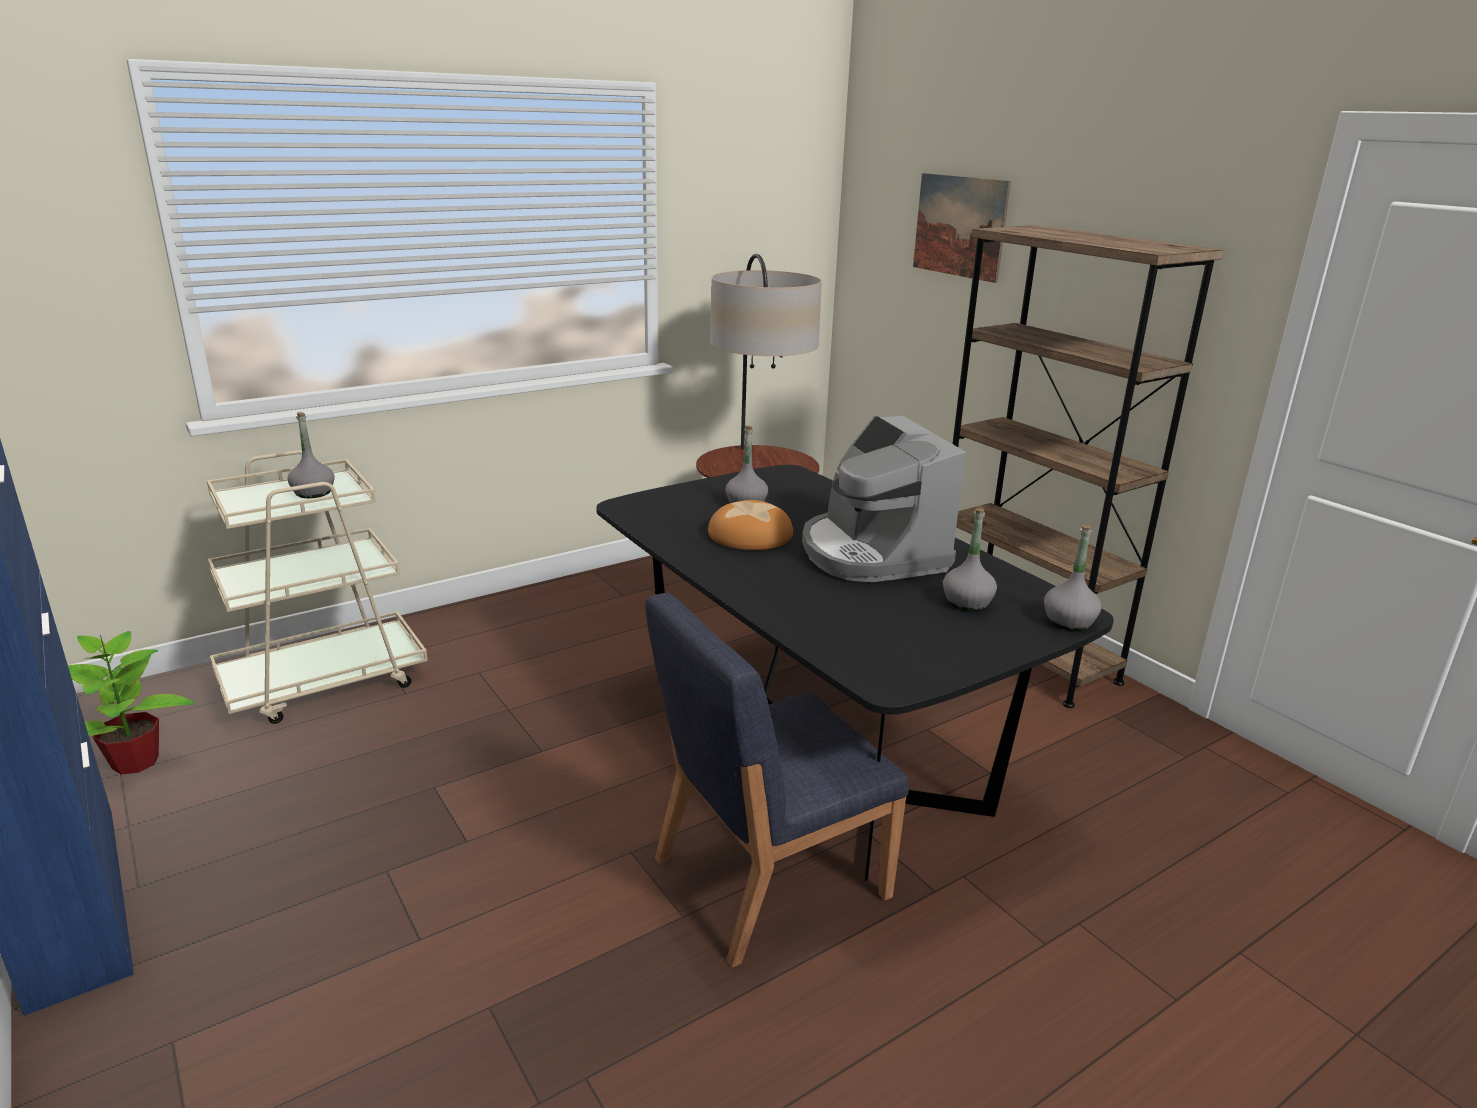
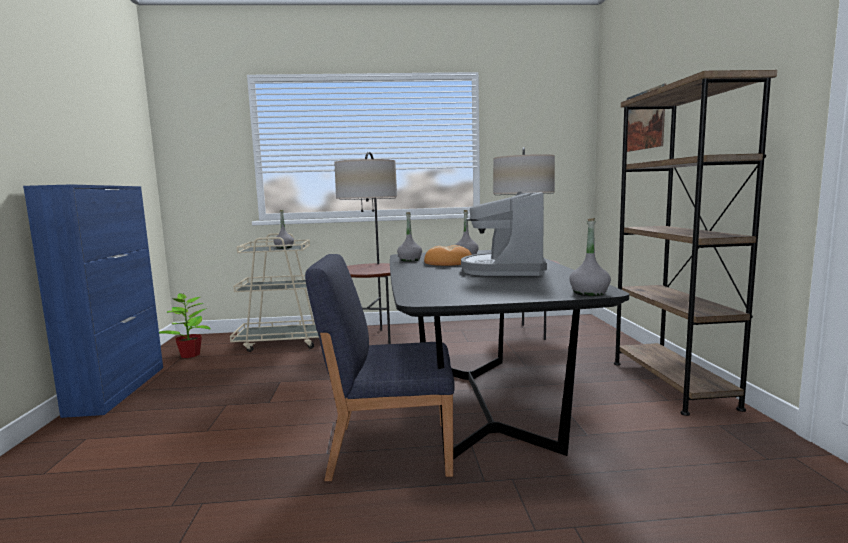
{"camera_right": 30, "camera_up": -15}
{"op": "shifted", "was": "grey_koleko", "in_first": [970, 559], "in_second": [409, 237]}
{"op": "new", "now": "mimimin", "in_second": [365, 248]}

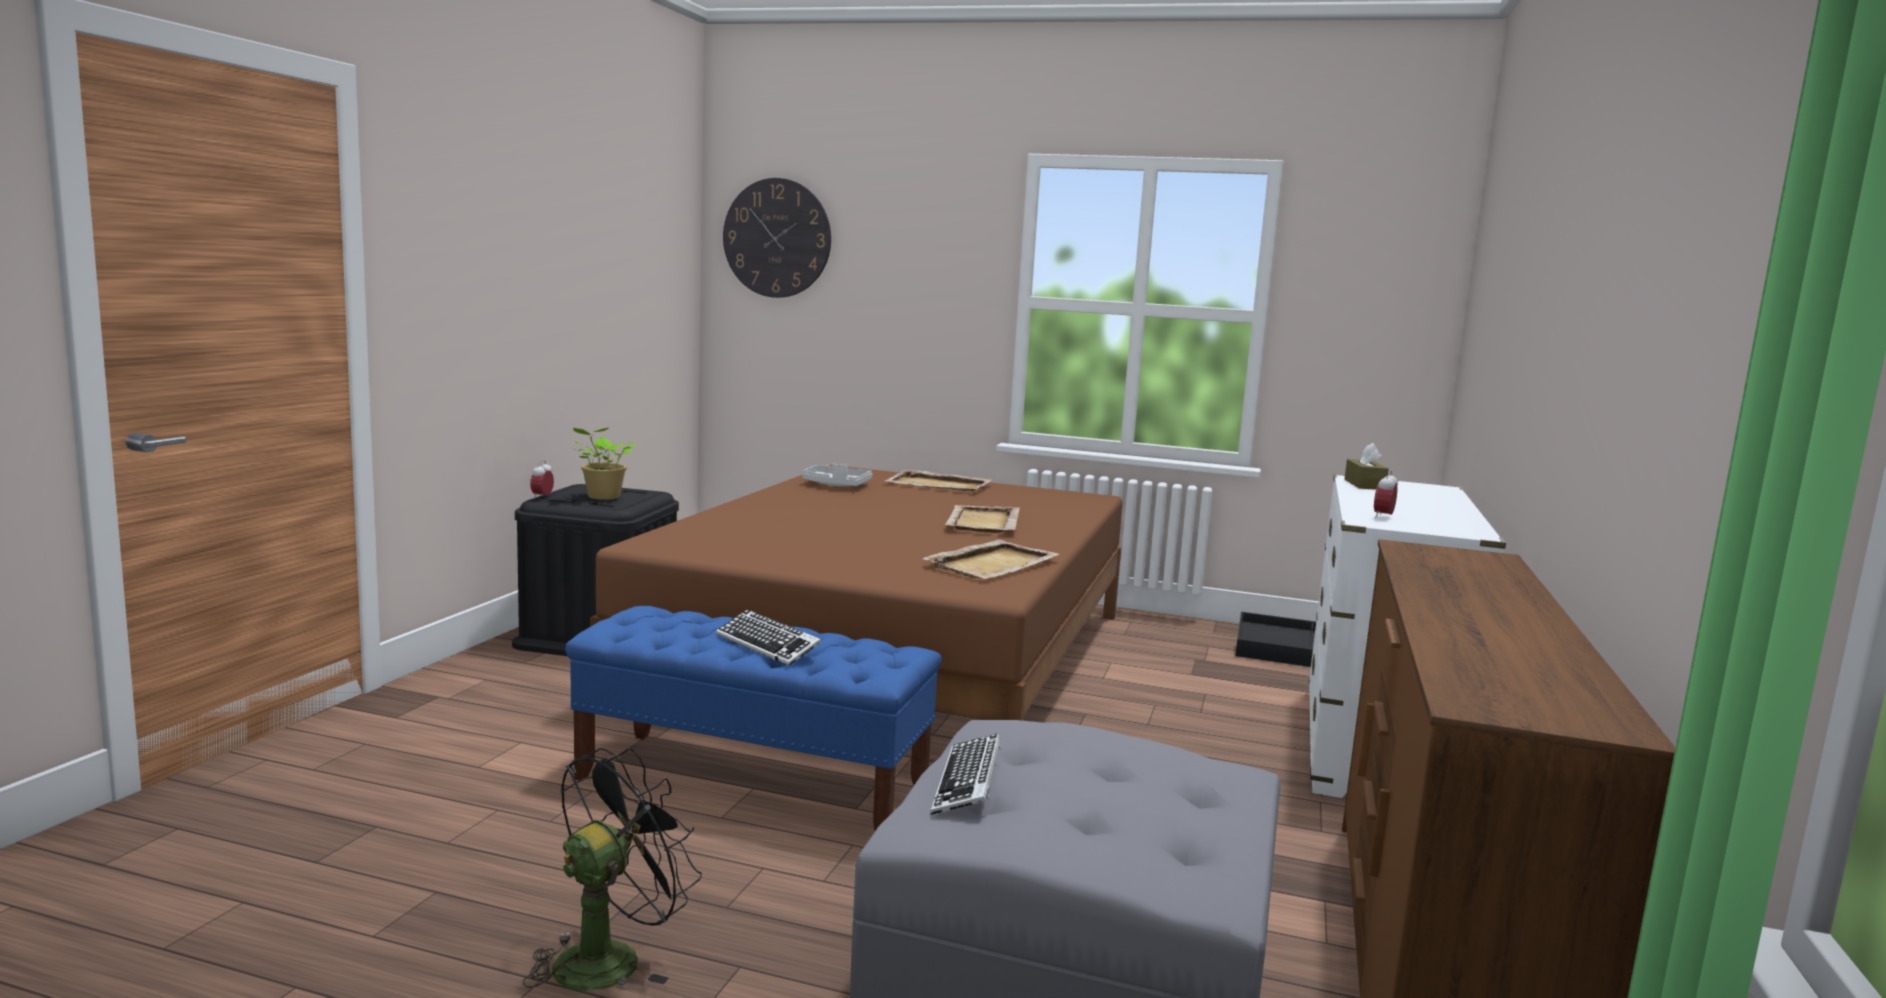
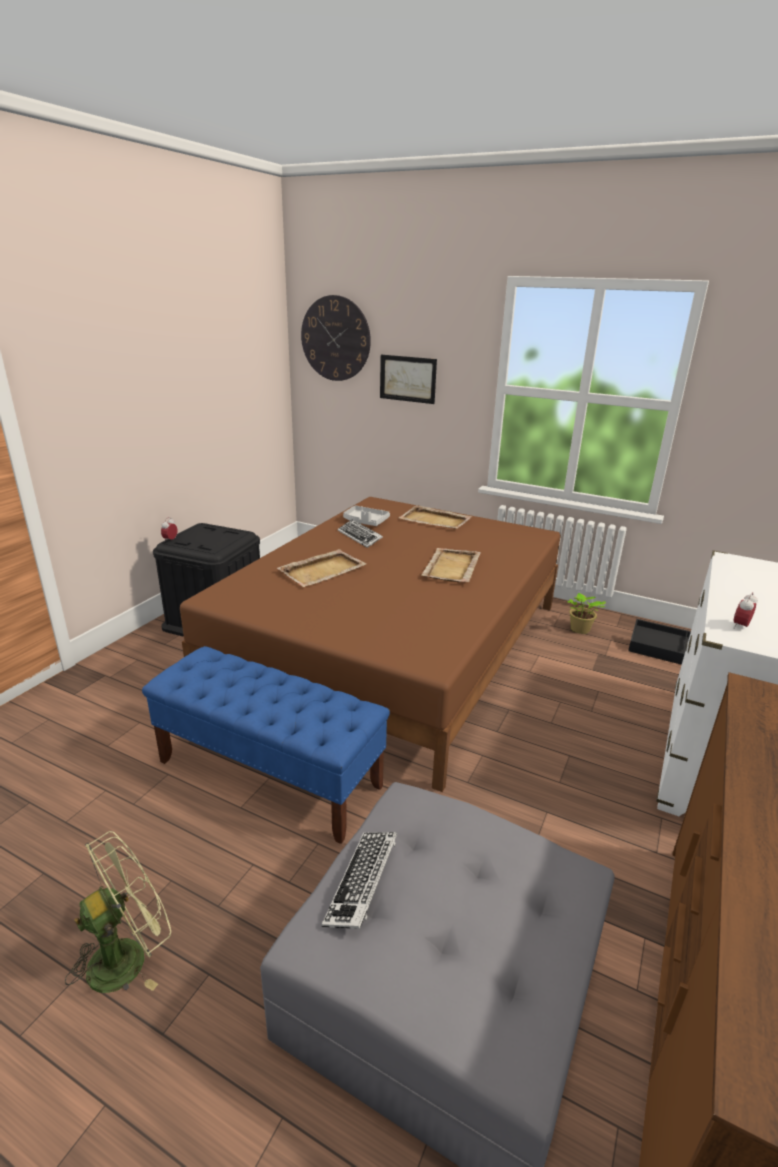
{"camera_right": 10, "camera_up": 15}
{"op": "repainted", "was": "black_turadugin", "now": "green_turadugin", "in_first": [612, 869], "in_second": [118, 912]}
{"op": "shifted", "was": "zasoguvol", "in_first": [603, 464], "in_second": [586, 613]}
{"op": "shifted", "was": "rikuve", "in_first": [769, 638], "in_second": [360, 533]}
{"op": "shifted", "was": "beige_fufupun", "in_first": [991, 559], "in_second": [321, 568]}
{"op": "gone", "was": "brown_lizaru", "in_first": [1367, 466]}
{"op": "new", "now": "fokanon", "in_second": [408, 379]}

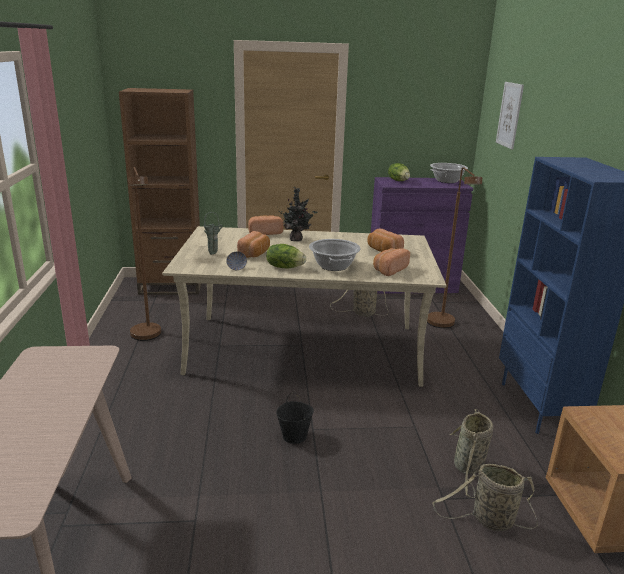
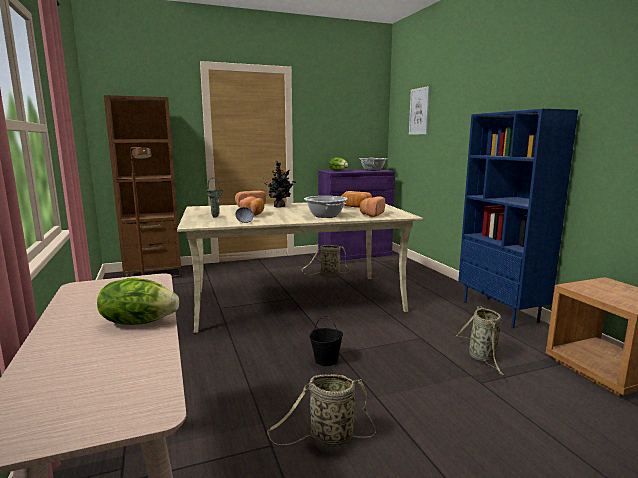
{"camera_right": -15, "camera_up": -10}
{"op": "shifted", "was": "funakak", "in_first": [286, 256], "in_second": [138, 301]}
{"op": "gone", "was": "brown_mimimin", "in_first": [454, 247]}
{"op": "shifted", "was": "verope", "in_first": [485, 497], "in_second": [321, 410]}

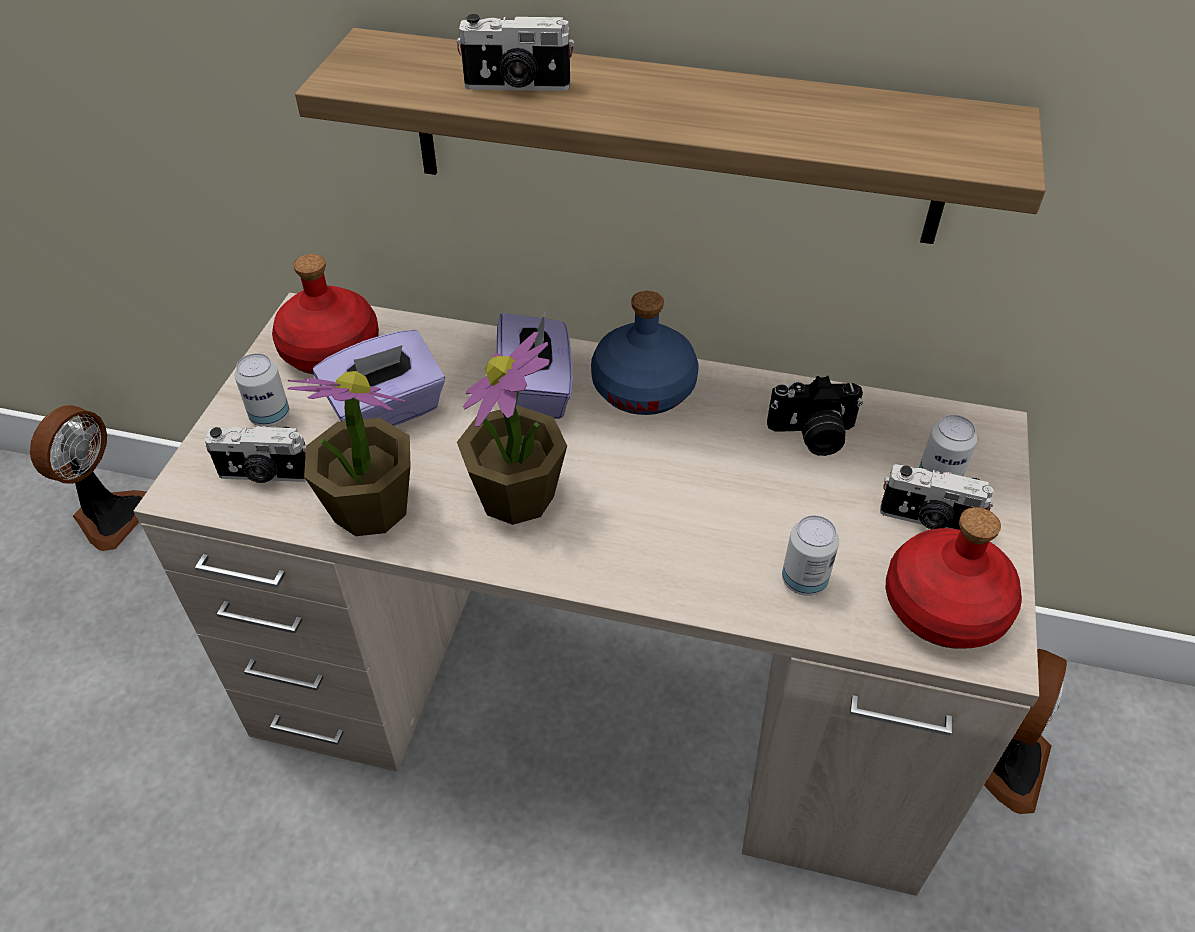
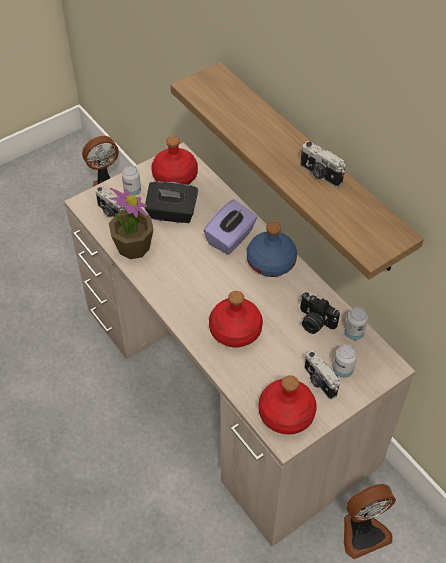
{"camera_right": 40, "camera_up": 5}
{"op": "repainted", "was": "purple_lizaru", "now": "black_lizaru", "in_first": [379, 378], "in_second": [171, 202]}
{"op": "shifted", "was": "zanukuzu", "in_first": [515, 52], "in_second": [322, 164]}
{"op": "gone", "was": "zasoguvol", "in_first": [512, 428]}
{"op": "shifted", "was": "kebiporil", "in_first": [810, 555], "in_second": [356, 323]}
{"op": "new", "now": "red_koleko", "in_second": [236, 319]}

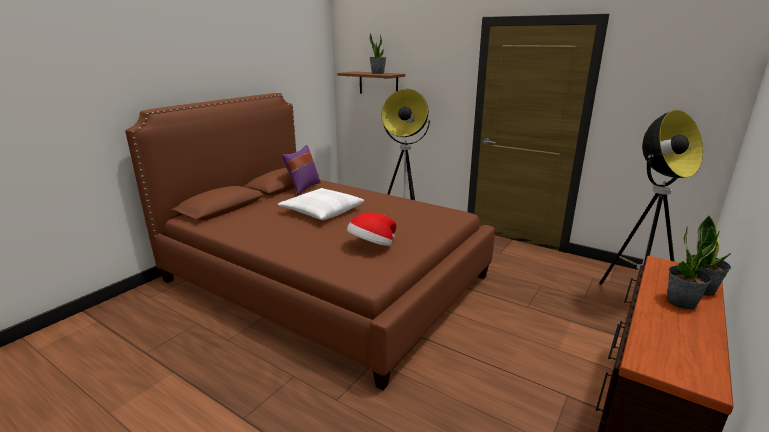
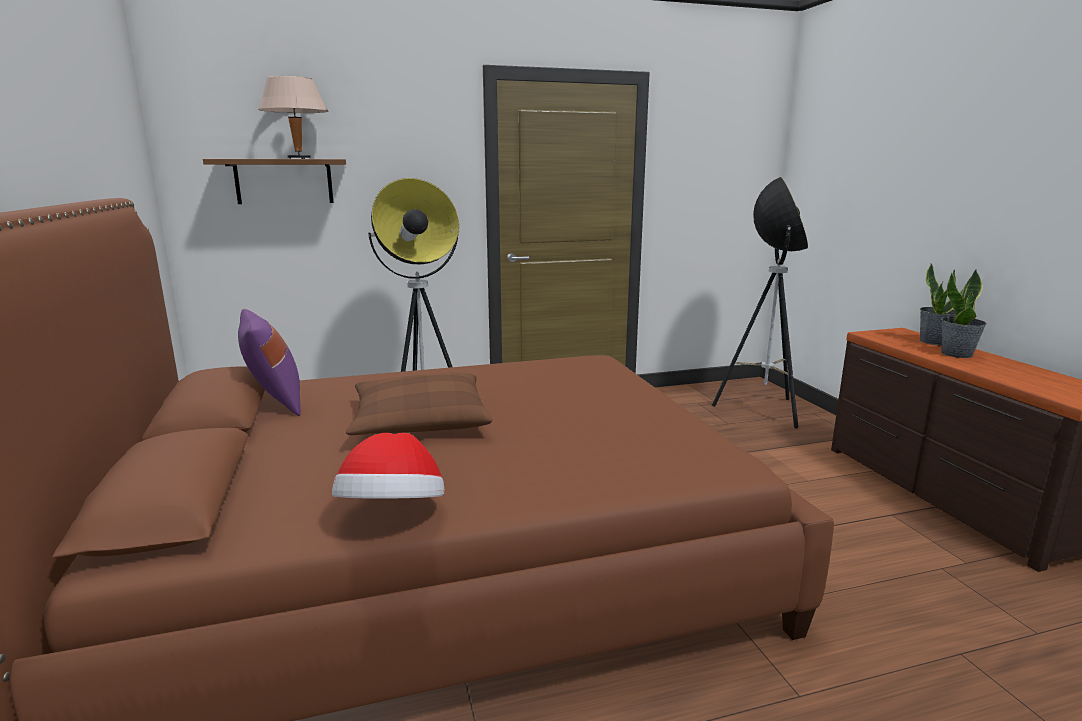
{"camera_right": -50, "camera_up": -5}
{"op": "repainted", "was": "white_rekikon", "now": "brown_rekikon", "in_first": [321, 204], "in_second": [419, 404]}
{"op": "shifted", "was": "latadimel", "in_first": [371, 229], "in_second": [388, 466]}
{"op": "swapped", "was": "zasoguvol", "now": "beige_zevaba", "in_first": [377, 53], "in_second": [293, 117]}

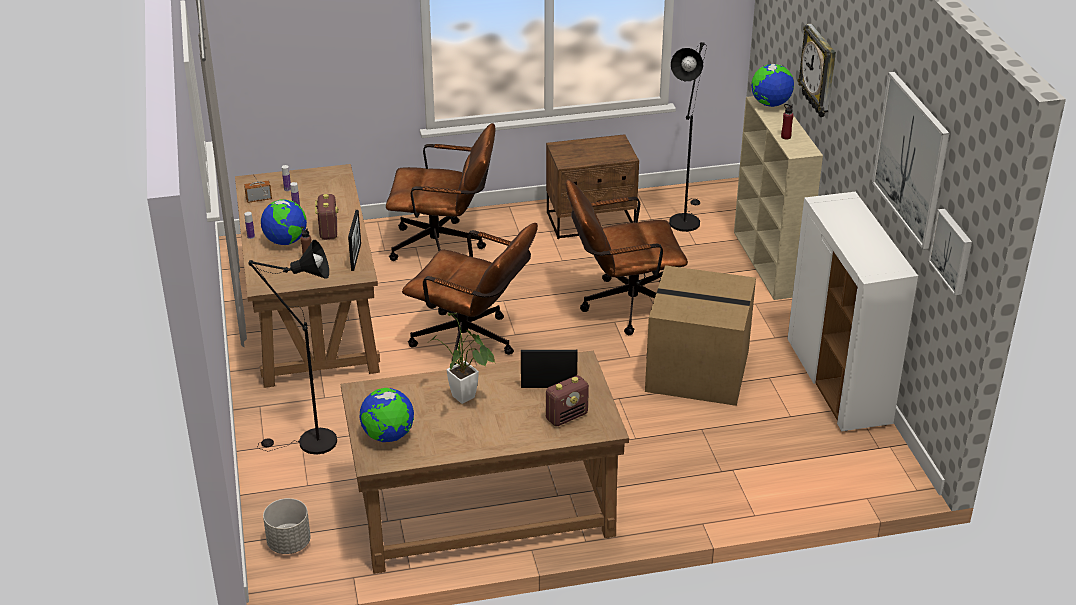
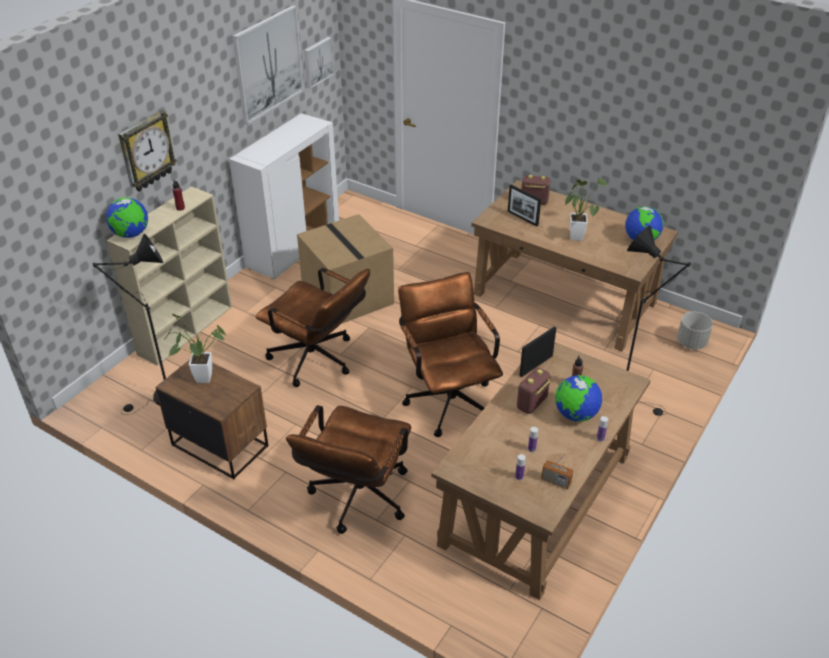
{"camera_right": -135, "camera_up": 5}
{"op": "rotated", "was": "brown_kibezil", "in_first": [441, 192], "in_second": [348, 469], "clockwise": -120}
{"op": "new", "now": "zasoguvol", "in_second": [195, 348]}

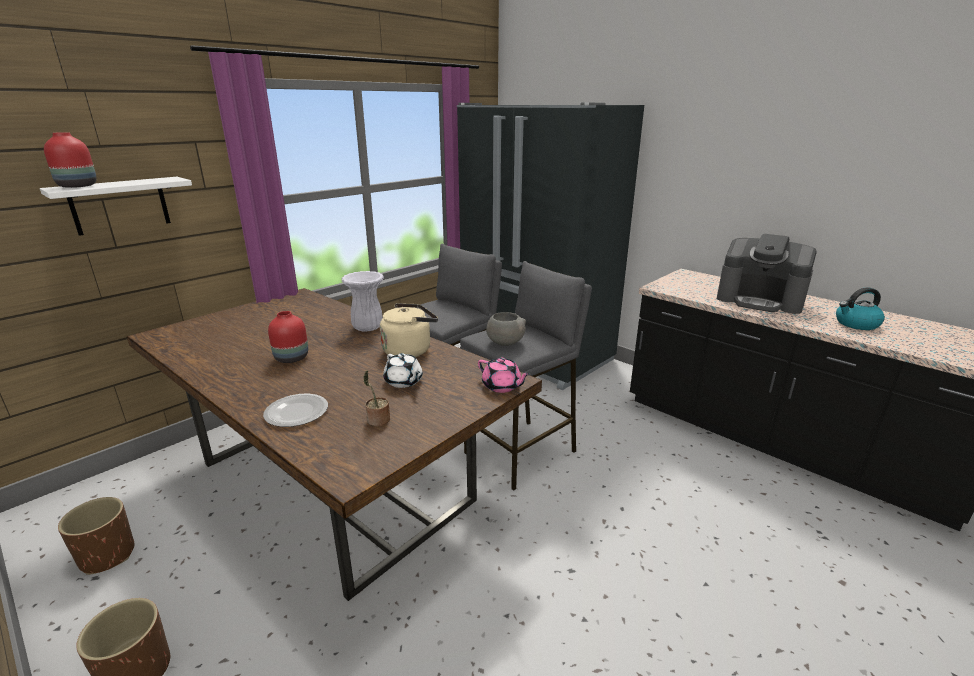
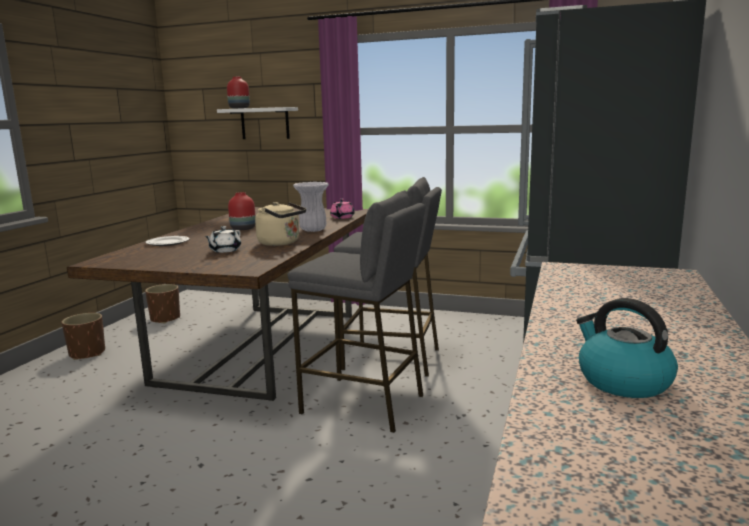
{"camera_right": 65, "camera_up": -10}
{"op": "gone", "was": "zasoguvol", "in_first": [377, 398]}
{"op": "shifted", "was": "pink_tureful", "in_first": [504, 375], "in_second": [342, 209]}
{"op": "gone", "was": "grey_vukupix", "in_first": [506, 329]}
{"op": "gone", "was": "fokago", "in_first": [767, 274]}

